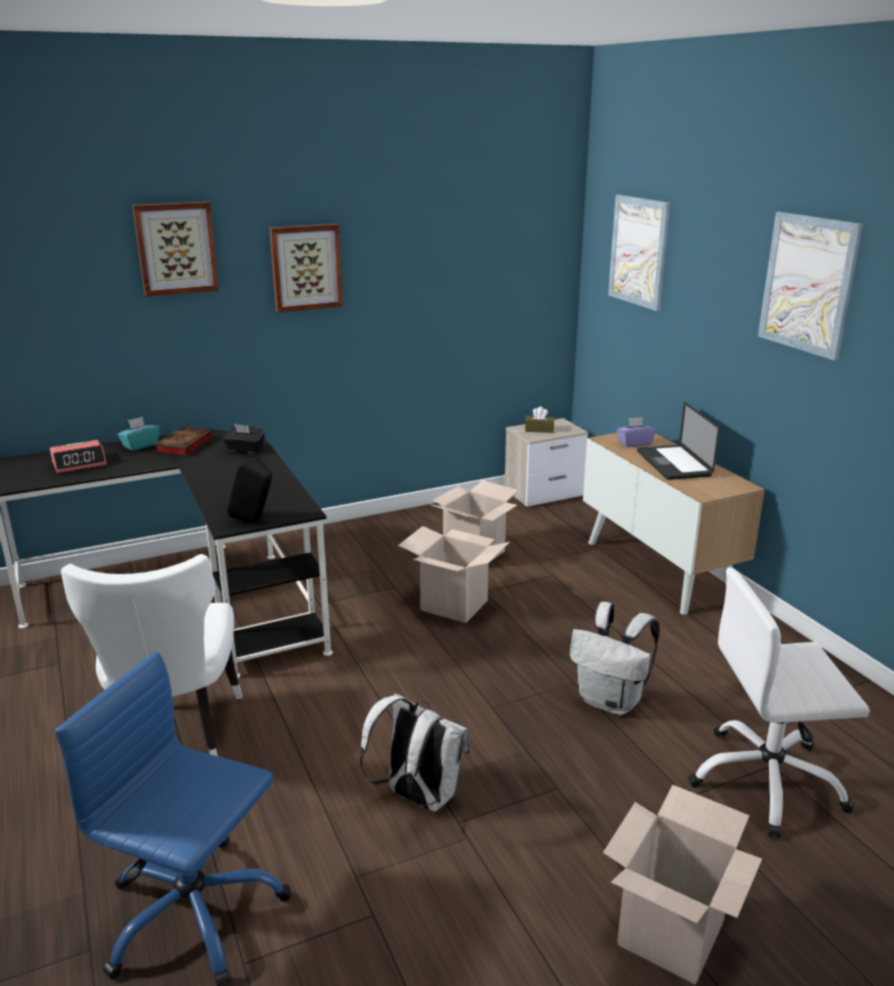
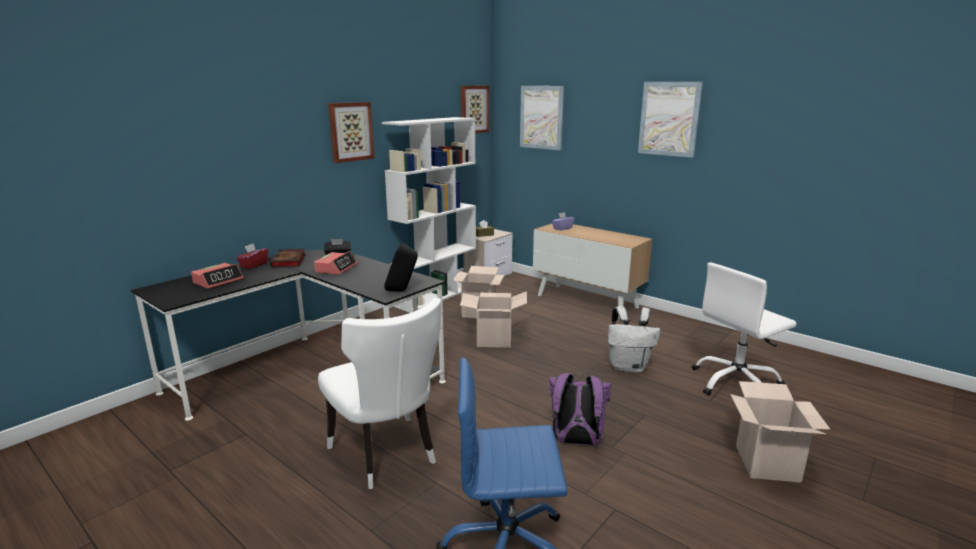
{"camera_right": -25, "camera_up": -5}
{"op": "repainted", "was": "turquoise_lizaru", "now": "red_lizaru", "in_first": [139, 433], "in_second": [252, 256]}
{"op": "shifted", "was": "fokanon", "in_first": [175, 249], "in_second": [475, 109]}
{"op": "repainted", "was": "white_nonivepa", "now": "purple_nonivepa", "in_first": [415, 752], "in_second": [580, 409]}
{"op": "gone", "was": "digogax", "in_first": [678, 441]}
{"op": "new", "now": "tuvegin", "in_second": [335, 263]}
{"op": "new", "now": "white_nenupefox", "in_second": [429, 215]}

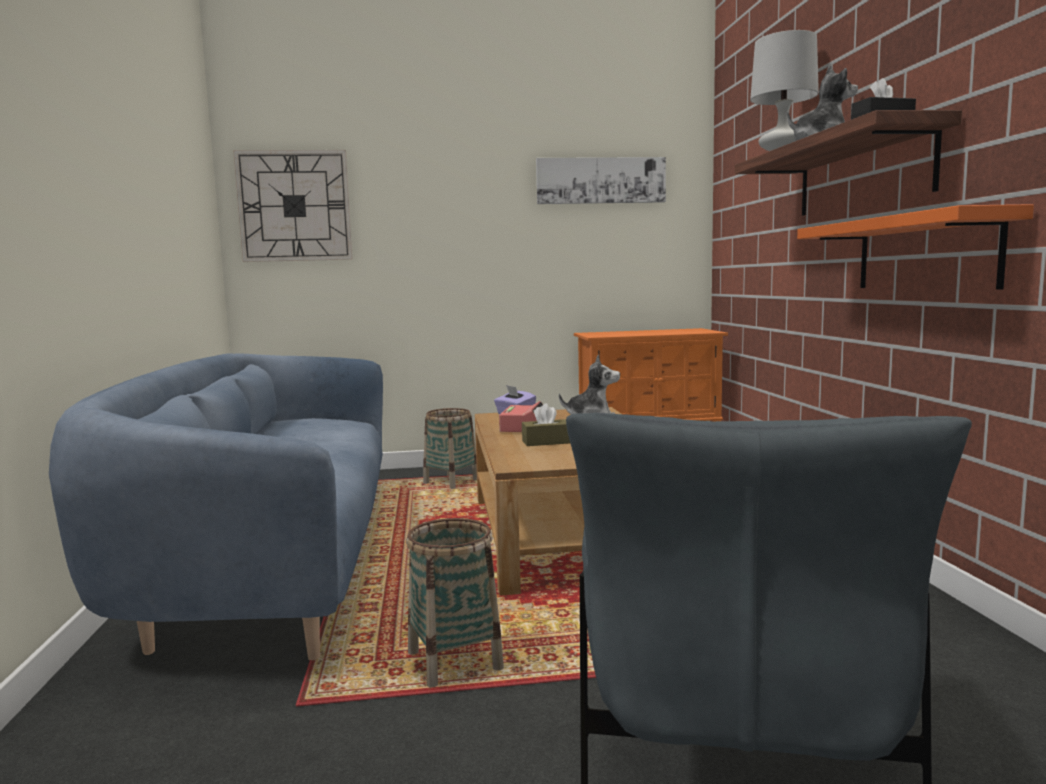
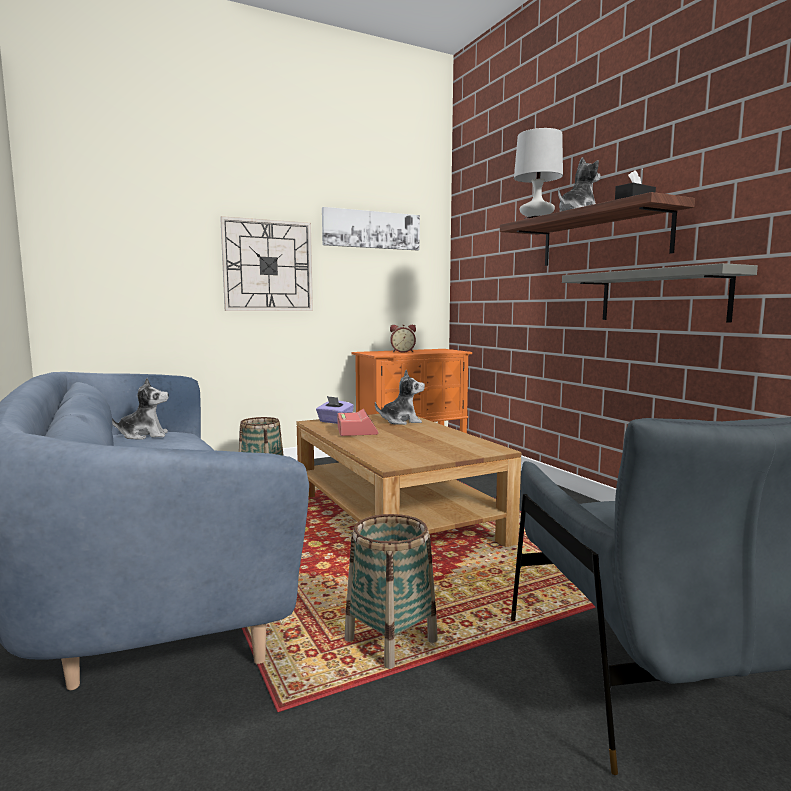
{"camera_right": -20, "camera_up": 0}
{"op": "shifted", "was": "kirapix", "in_first": [293, 206], "in_second": [266, 263]}
{"op": "gone", "was": "brown_lizaru", "in_first": [546, 424]}
{"op": "repainted", "was": "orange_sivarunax", "now": "grey_sivarunax", "in_first": [915, 247], "in_second": [660, 293]}
{"op": "new", "now": "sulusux", "in_second": [140, 409]}
{"op": "new", "now": "tuvegin", "in_second": [403, 339]}

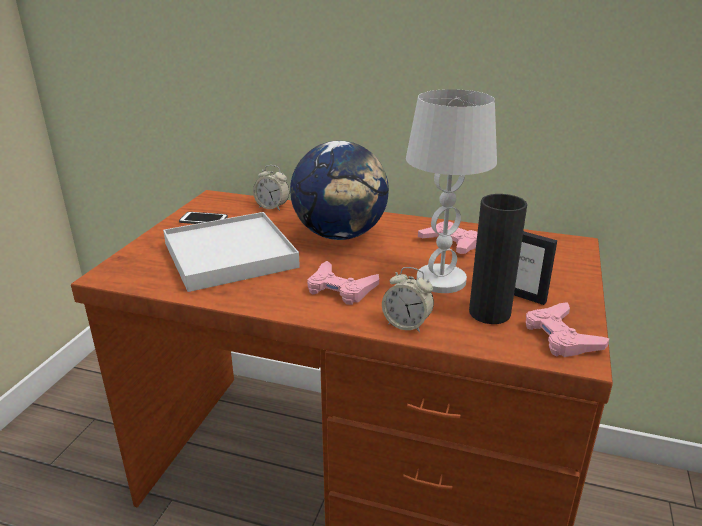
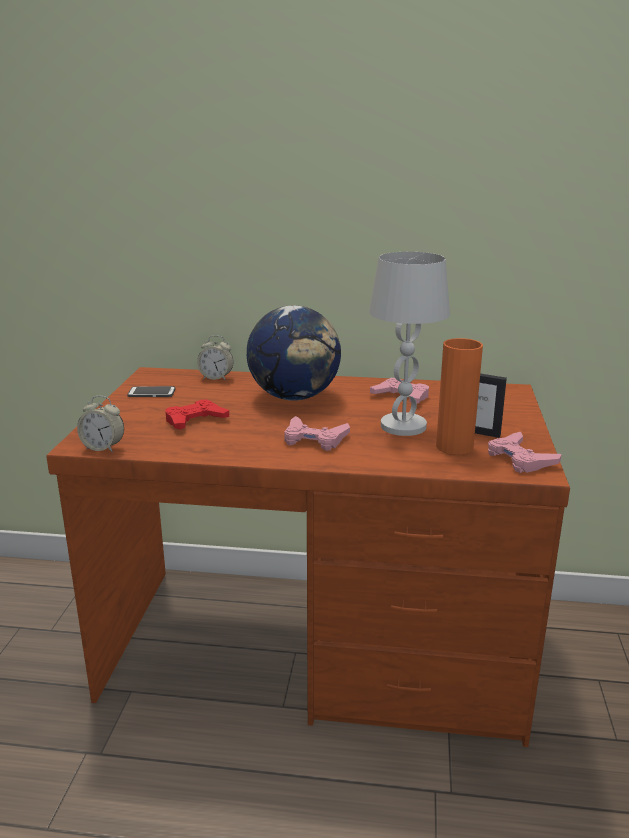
{"camera_right": -10, "camera_up": -5}
{"op": "swapped", "was": "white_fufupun", "now": "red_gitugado", "in_first": [231, 252], "in_second": [197, 414]}
{"op": "shifted", "was": "tuvegin", "in_first": [408, 300], "in_second": [100, 424]}
{"op": "repainted", "was": "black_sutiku", "now": "orange_sutiku", "in_first": [498, 259], "in_second": [459, 396]}

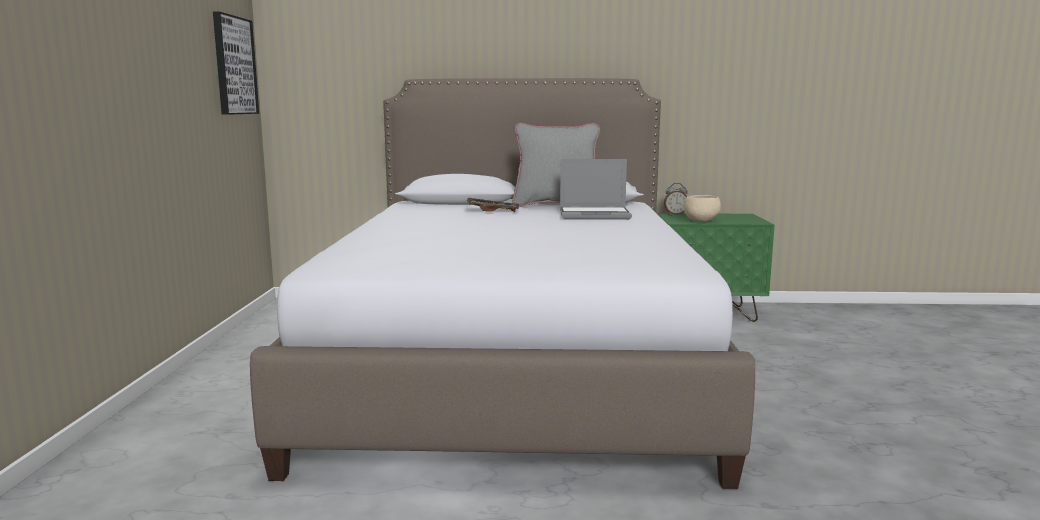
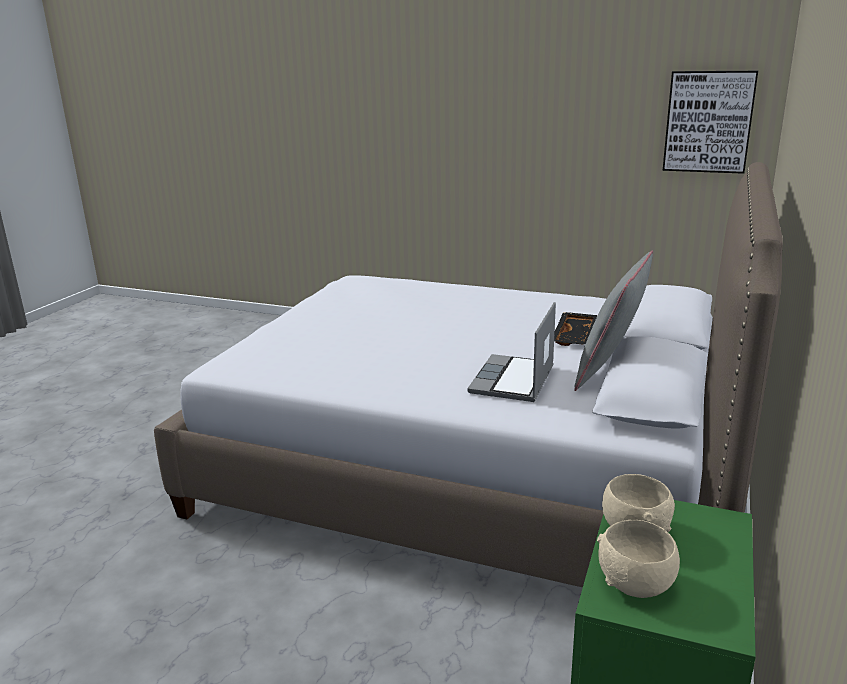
{"camera_right": 110, "camera_up": 10}
{"op": "gone", "was": "tuvegin", "in_first": [676, 199]}
{"op": "new", "now": "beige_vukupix", "in_second": [638, 559]}

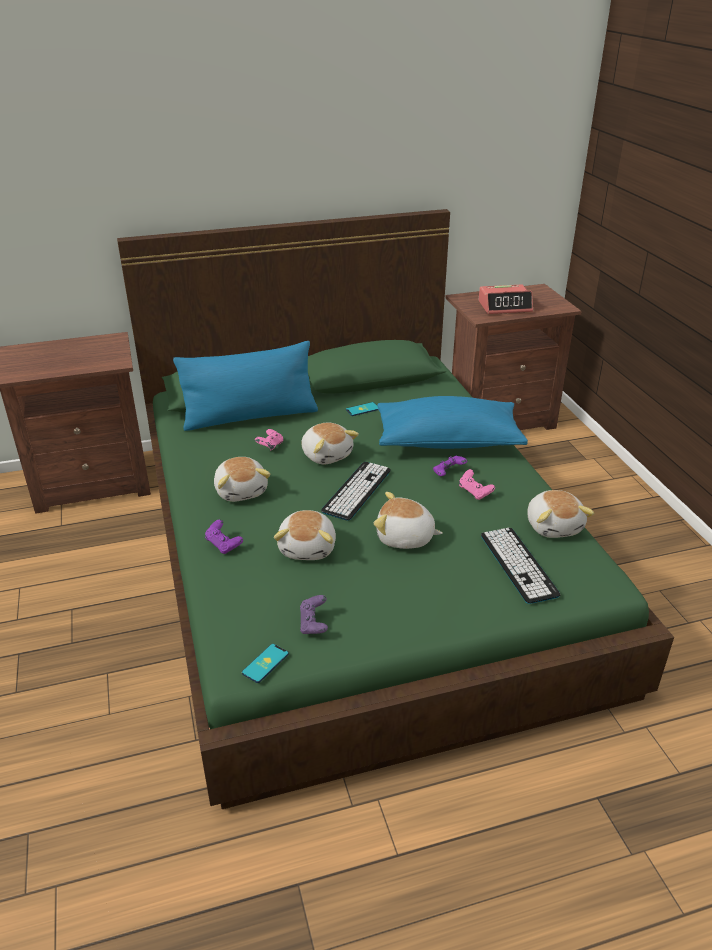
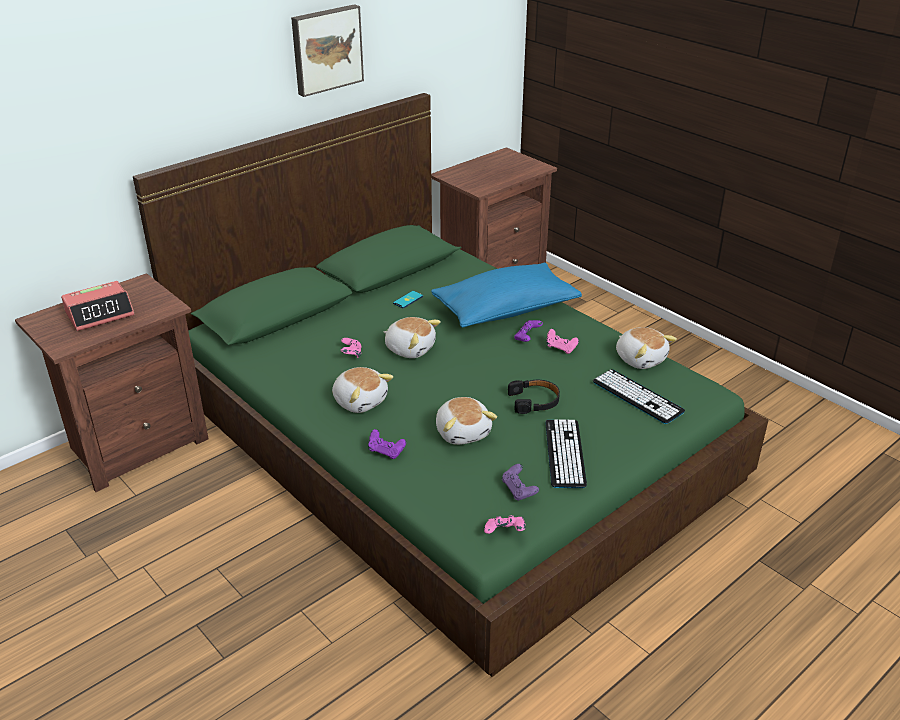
{"camera_right": -25, "camera_up": 0}
{"op": "gone", "was": "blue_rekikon", "in_first": [245, 386]}
{"op": "swapped", "was": "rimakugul", "now": "pink_gitugado", "in_first": [265, 663], "in_second": [505, 524]}
{"op": "shifted", "was": "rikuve", "in_first": [356, 491], "in_second": [566, 453]}
{"op": "swapped", "was": "sulusux", "now": "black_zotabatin", "in_first": [408, 520], "in_second": [534, 397]}
{"op": "shifted", "was": "tuvegin", "in_first": [506, 299], "in_second": [97, 306]}
{"op": "new", "now": "fokanon", "in_second": [327, 50]}

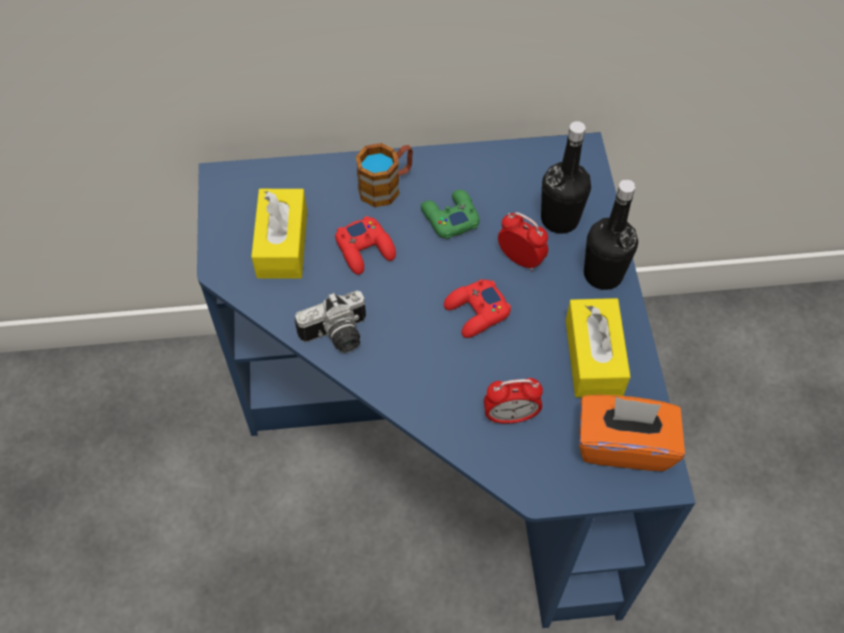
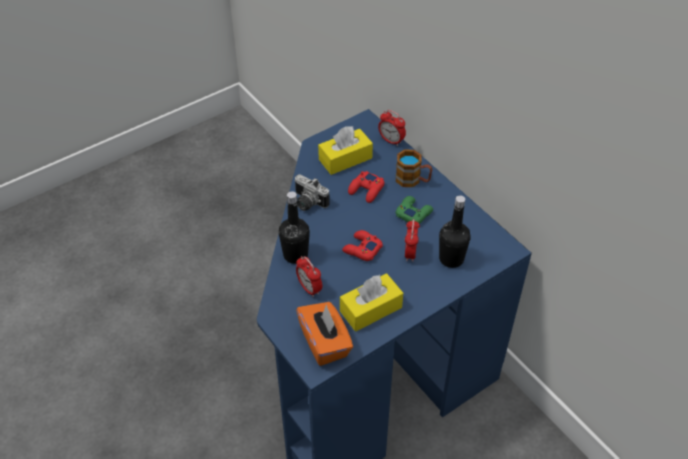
{"camera_right": 60, "camera_up": -10}
{"op": "shifted", "was": "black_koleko", "in_first": [611, 235], "in_second": [294, 227]}
{"op": "new", "now": "tuvegin", "in_second": [392, 128]}

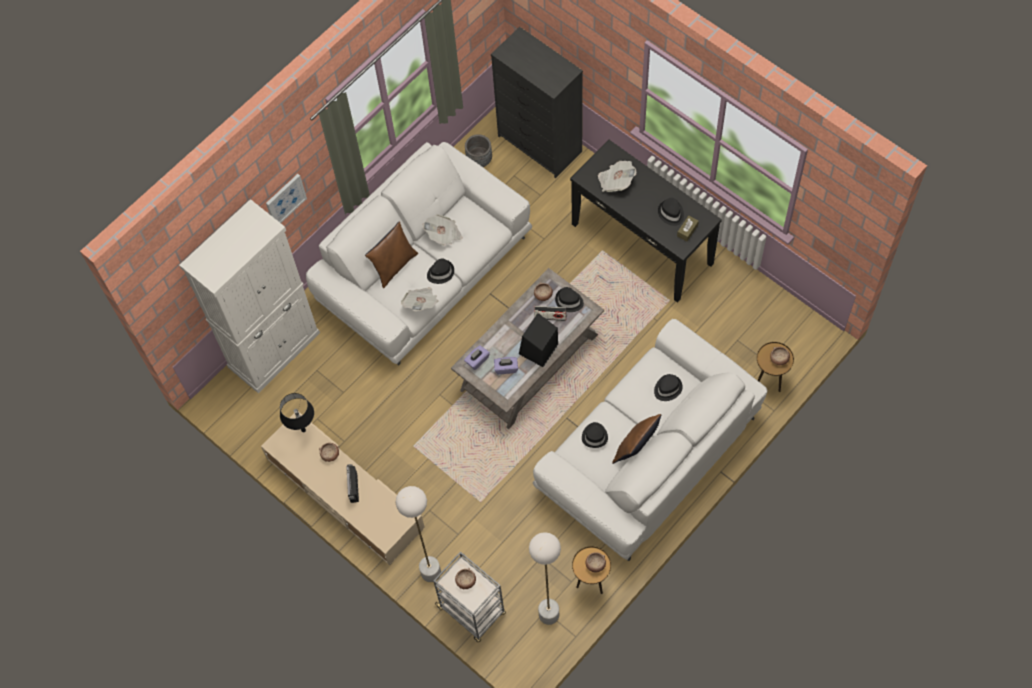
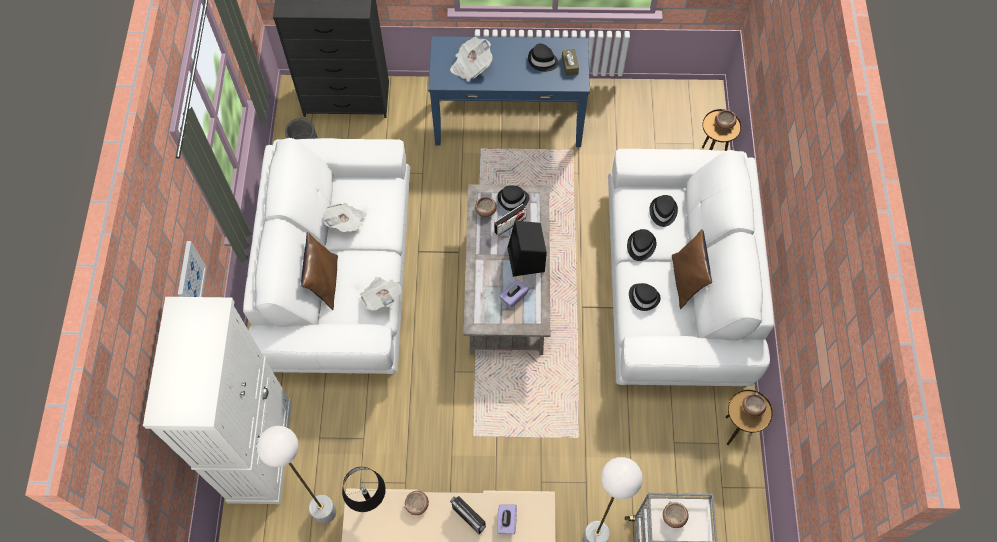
{"camera_right": -45, "camera_up": 0}
{"op": "shifted", "was": "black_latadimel", "in_first": [440, 271], "in_second": [642, 245]}
{"op": "shifted", "was": "purple_lizaru", "in_first": [477, 357], "in_second": [507, 519]}
{"op": "shifted", "was": "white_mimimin", "in_first": [545, 578], "in_second": [296, 475]}
{"op": "repainted", "was": "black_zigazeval", "now": "blue_zigazeval", "in_first": [646, 221], "in_second": [509, 91]}

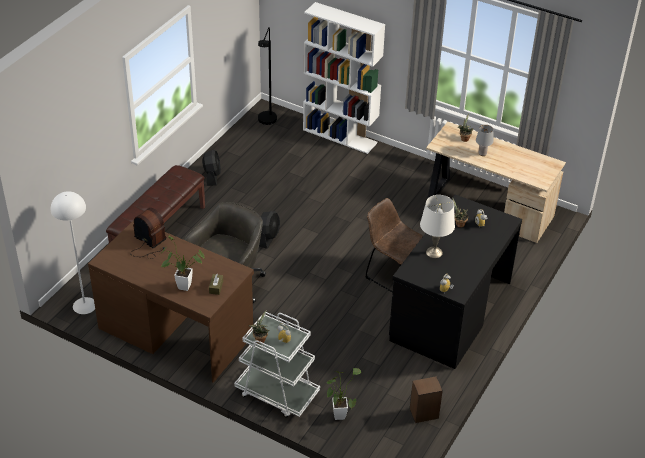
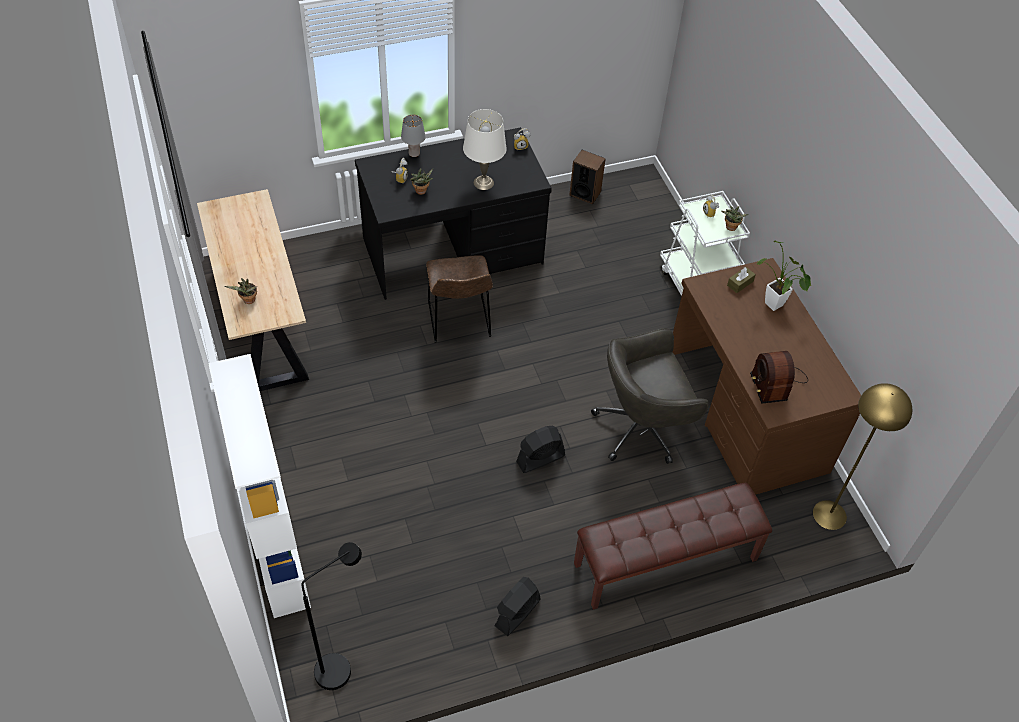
{"camera_right": -140, "camera_up": 10}
{"op": "repainted", "was": "white_mimimin", "now": "yellow_mimimin", "in_first": [73, 252], "in_second": [862, 456]}
{"op": "gone", "was": "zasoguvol", "in_first": [344, 394]}
{"op": "shifted", "was": "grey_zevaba", "in_first": [485, 140], "in_second": [413, 136]}

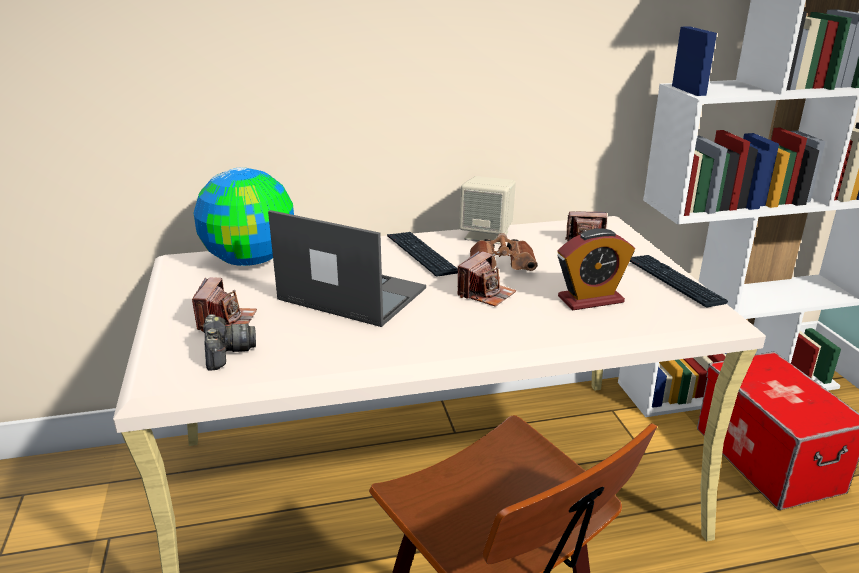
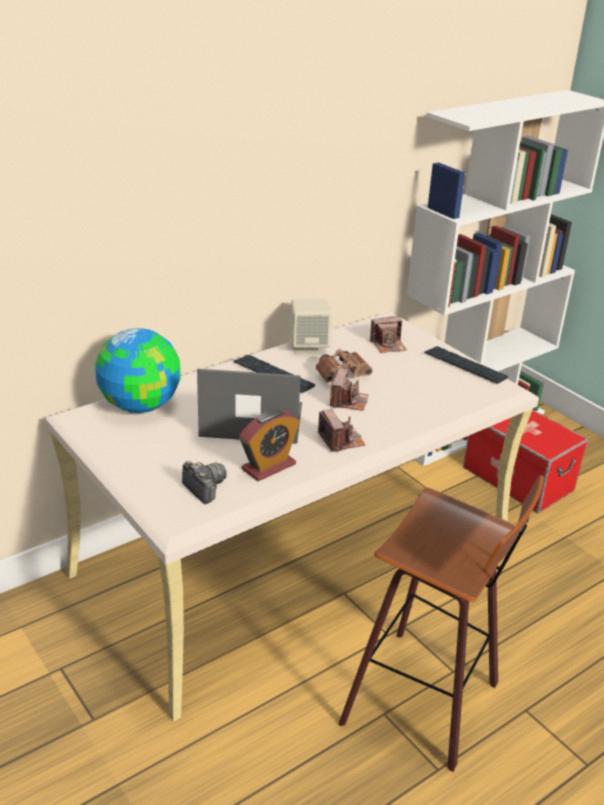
{"camera_right": -25, "camera_up": 5}
{"op": "shifted", "was": "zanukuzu", "in_first": [224, 304], "in_second": [342, 430]}
{"op": "shifted", "was": "tuvegin", "in_first": [596, 269], "in_second": [269, 445]}

